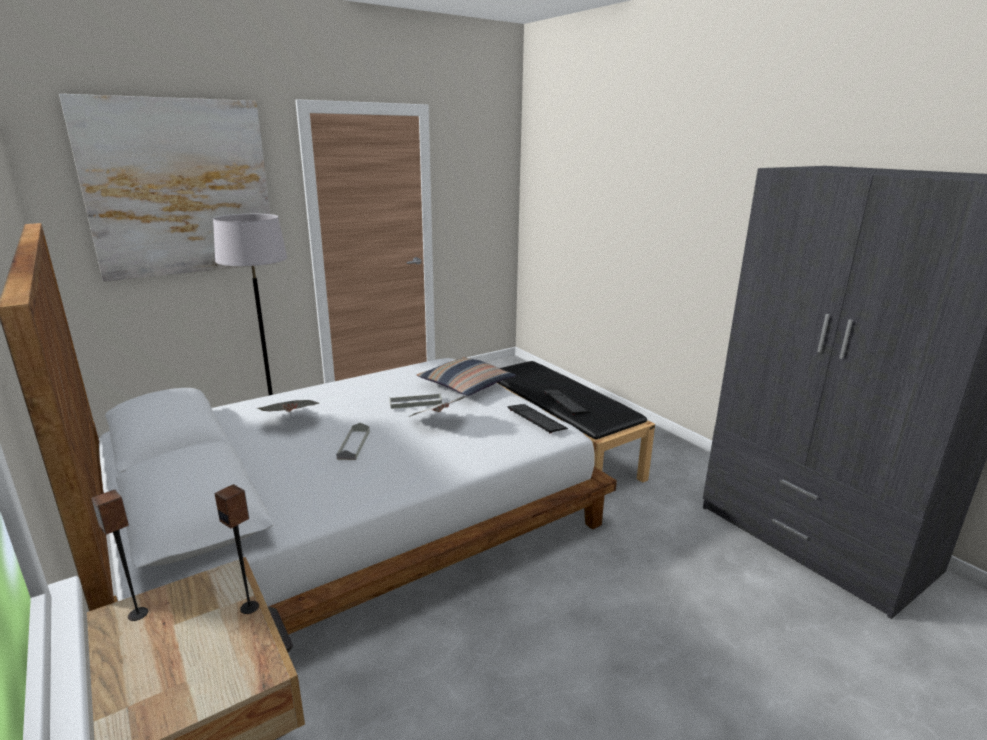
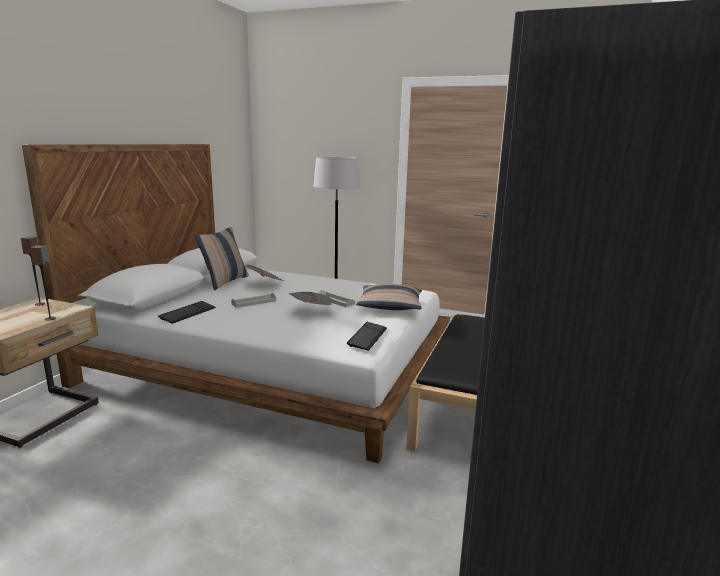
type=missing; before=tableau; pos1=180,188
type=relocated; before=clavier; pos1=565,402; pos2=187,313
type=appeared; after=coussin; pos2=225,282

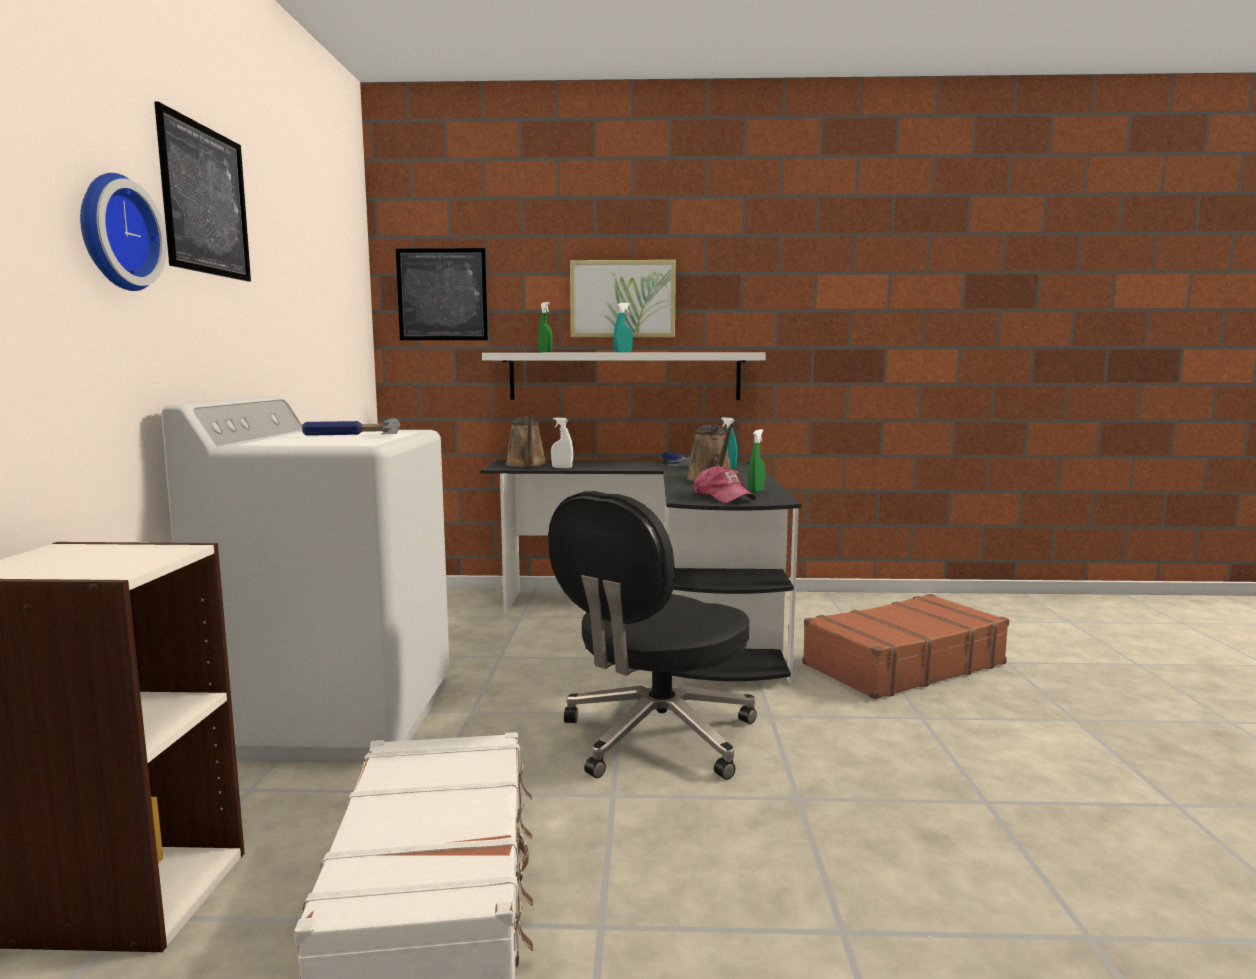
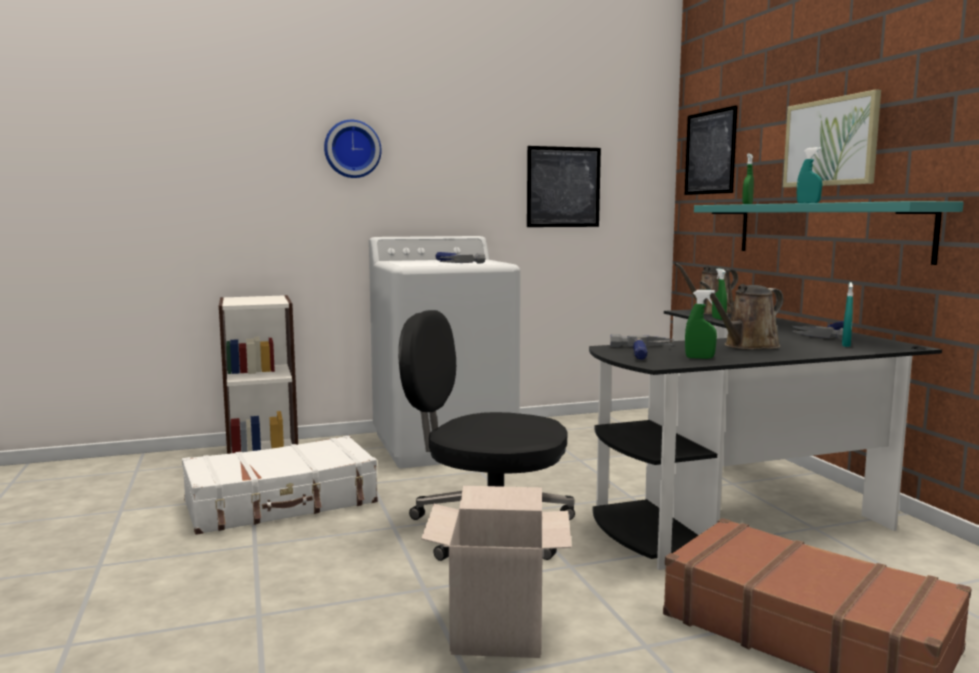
type=relocated; before=tableau; pos1=205,200; pos2=563,187
type=colour; before=étagère/blanc; after=étagère/turquoise; pos1=624,376; pos2=826,230
type=colour; before=vaporisateur/blanc; after=vaporisateur/vert; pos1=562,468; pos2=718,319
type=exchanged; before=casquette; after=marteau; pos1=723,497; pos2=642,353
type=appeared; after=carton; pos2=498,630

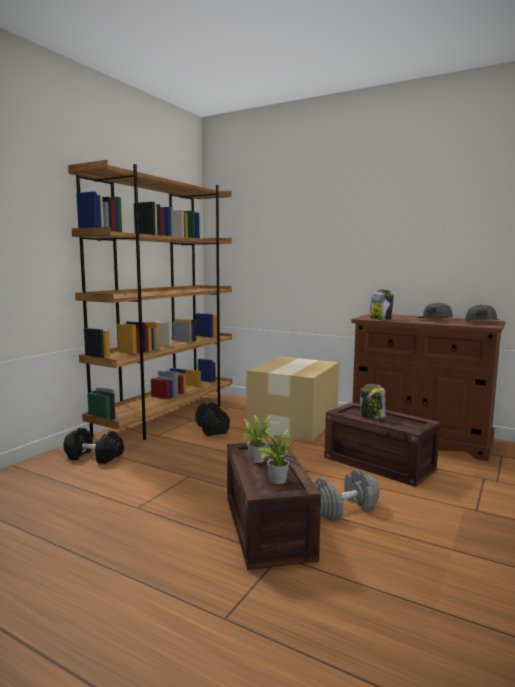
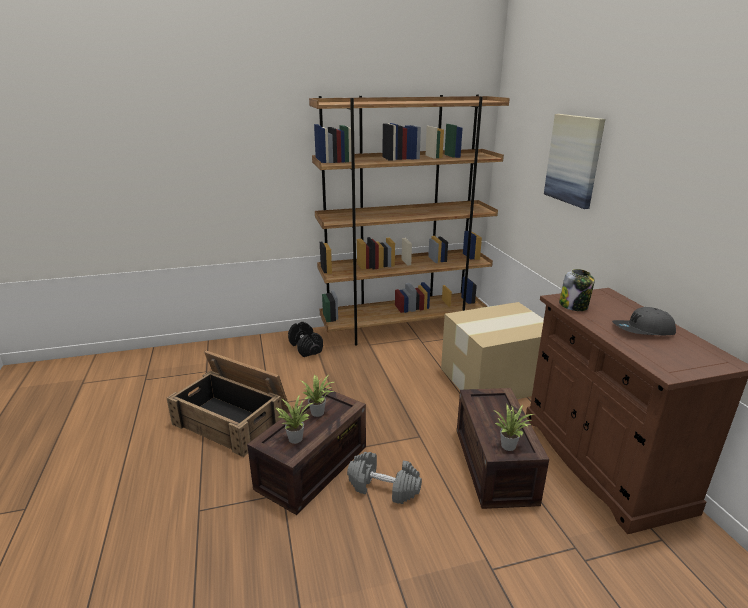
type=missing; before=haltère/noir; pos1=212,429
type=missing; before=bocal; pos1=372,416
type=missing; before=casquette/gris; pos1=482,322
type=appeared; after=caisse; pos2=234,419
type=appeared; after=plante en pot; pos2=509,445
type=appeared; after=tableau; pos2=574,160

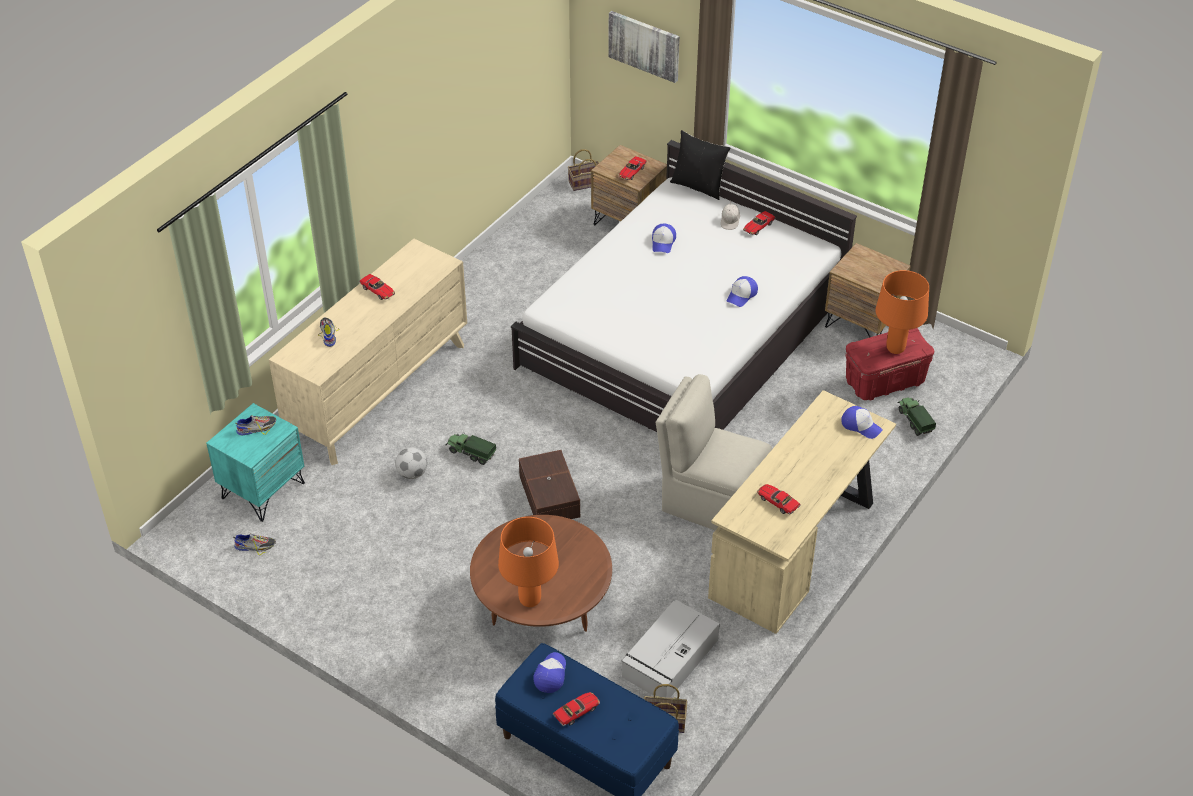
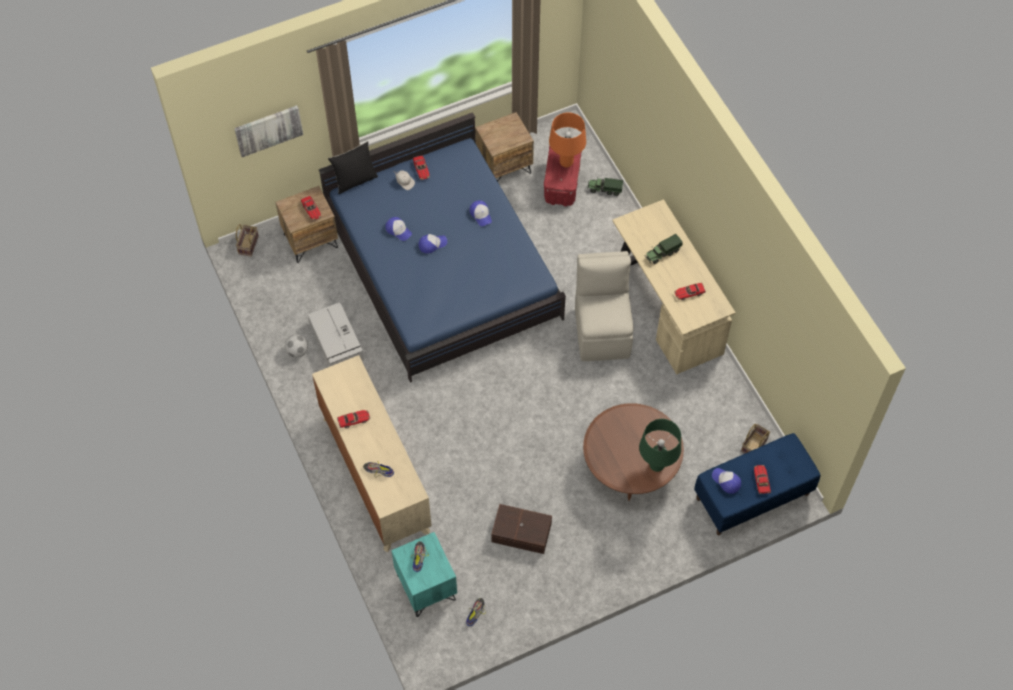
type=relocated; before=ballon de foot; pos1=412,473; pos2=297,351
type=relocated; before=camion jouet; pos1=471,453; pos2=662,253
type=colour; before=lampe de table/orange; after=lampe de table/vert; pos1=530,600; pos2=657,465
type=colour; before=lit/blanc; after=lit/bleu; pos1=683,332; pos2=443,266
type=relocated; before=boîte de rangement/marron; pos1=548,497; pos2=521,533
type=relocated; before=boîte de rangement/gris; pos1=669,659; pos2=337,342
type=spun; before=chaise/beige; pos1=712,501; pos2=602,331; turn=120
type=relocated; before=casquette; pos1=861,425; pos2=432,244

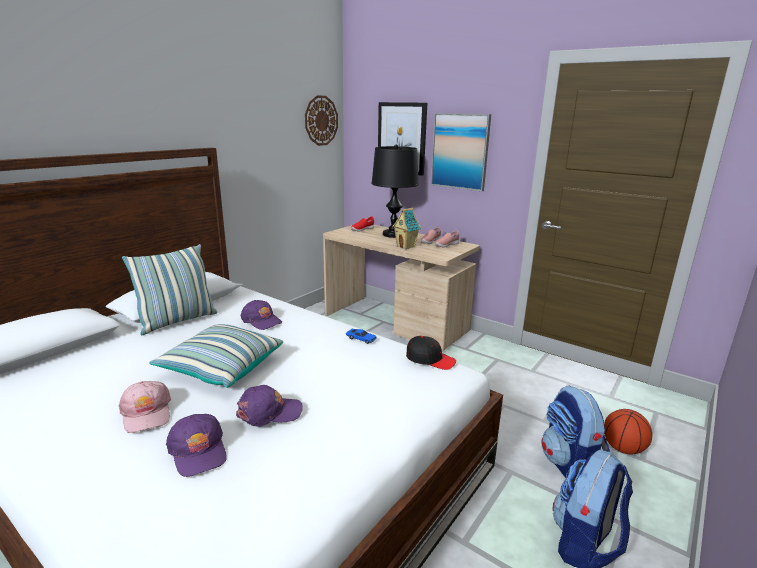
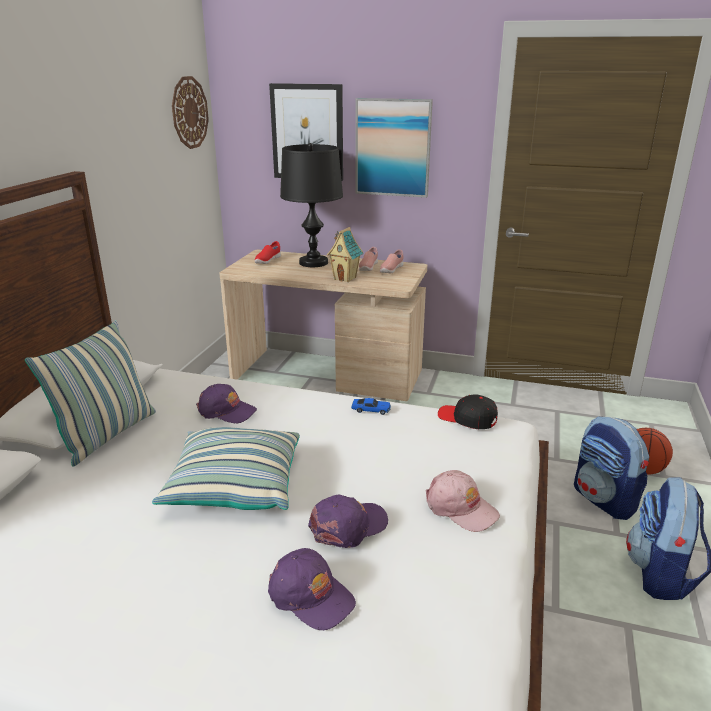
type=relocated; before=casquette/rose; pos1=147,413; pos2=460,508
type=spun; before=casquette/noir; pos1=430,359; pos2=467,419; turn=-150

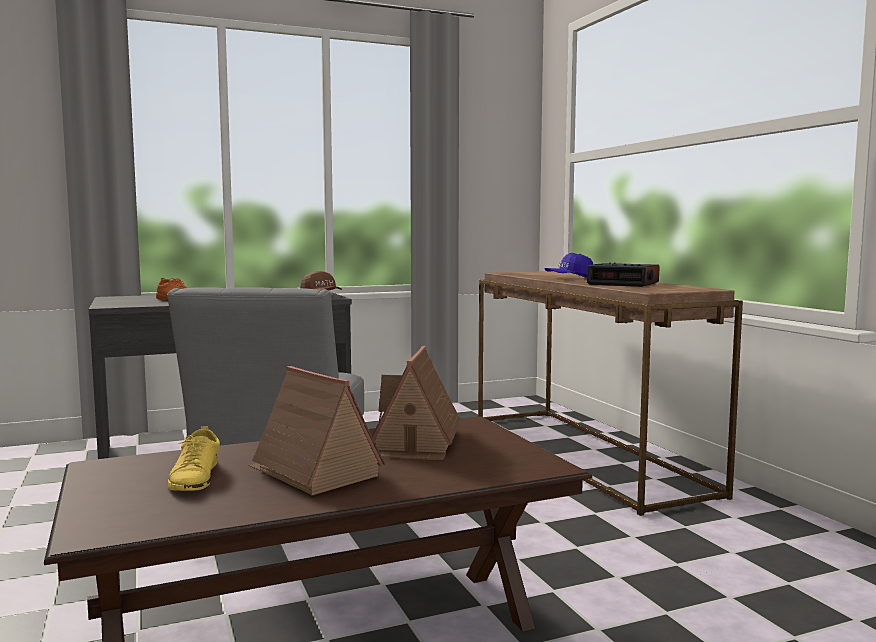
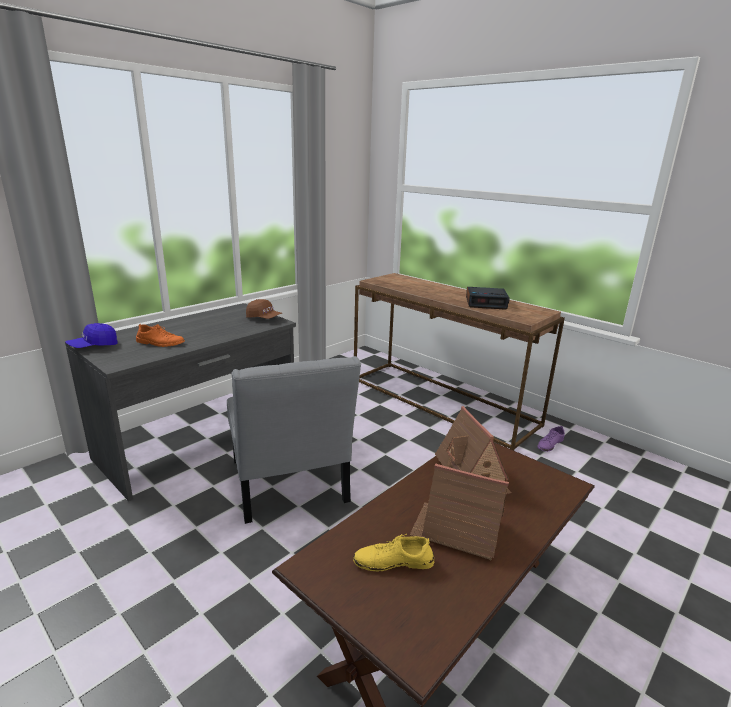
type=spun; before=chaussure/jaune; pos1=195,477; pos2=393,561; turn=120
type=relocated; before=casquette/bleu; pos1=569,278; pos2=93,346
type=appeared; after=chaussure/violet; pos2=550,444

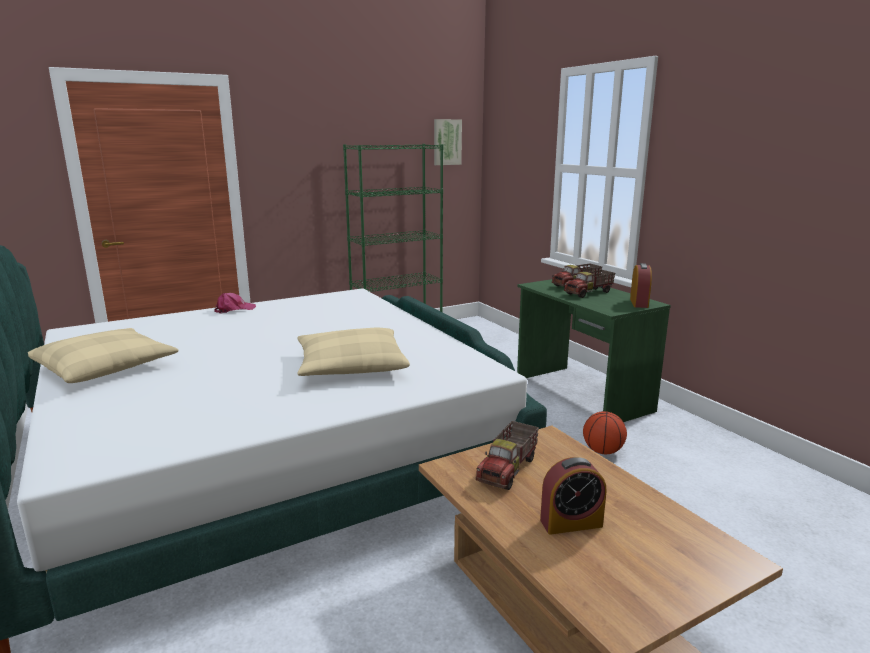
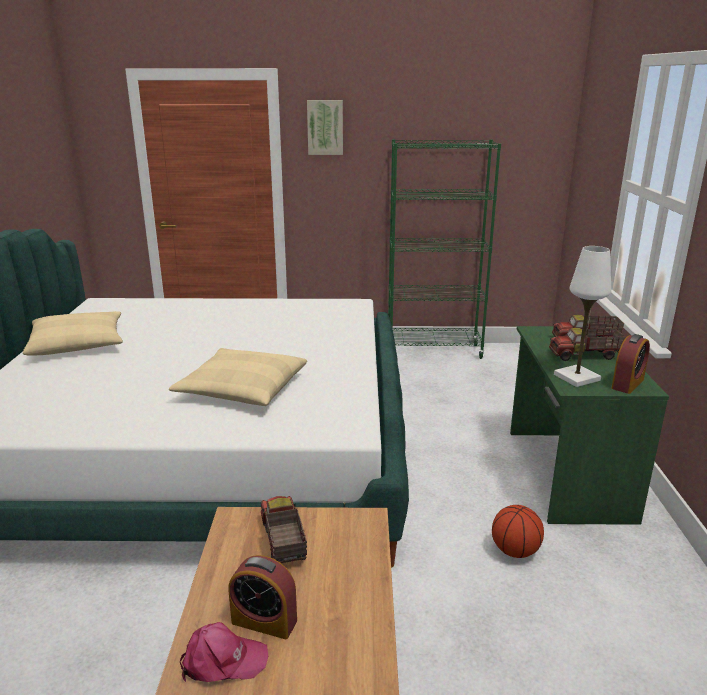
type=relocated; before=casquette/rose; pos1=234,309; pos2=223,661
type=relocated; before=tableau; pos1=446,142; pos2=325,127
type=spun; before=camion jouet; pos1=508,469; pos2=282,542; turn=105
type=appeared; after=lampe de table/blanc; pos2=576,377

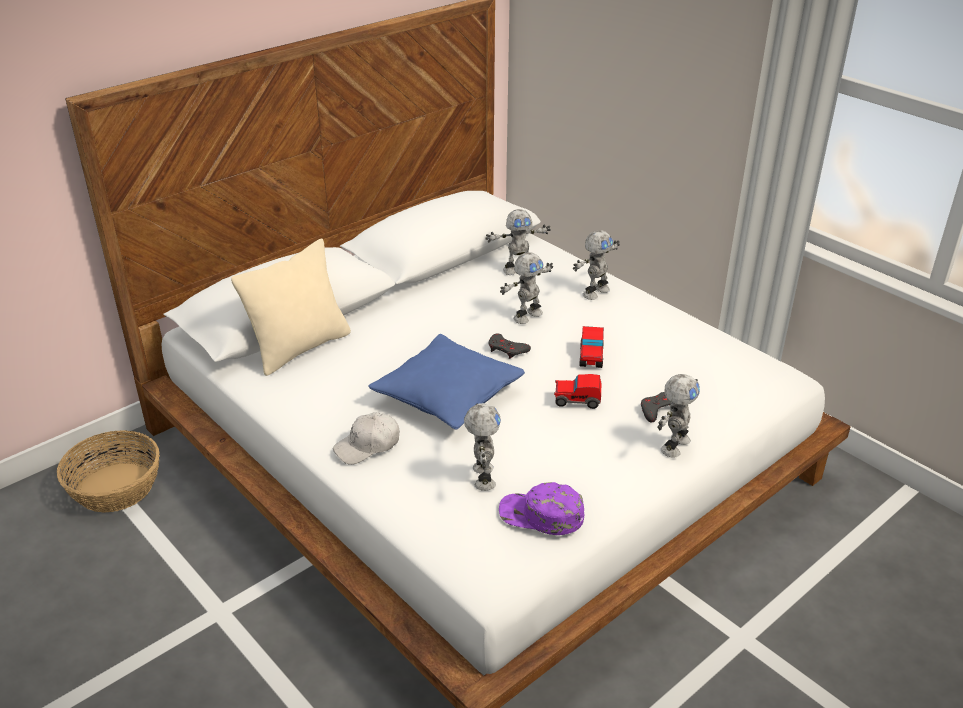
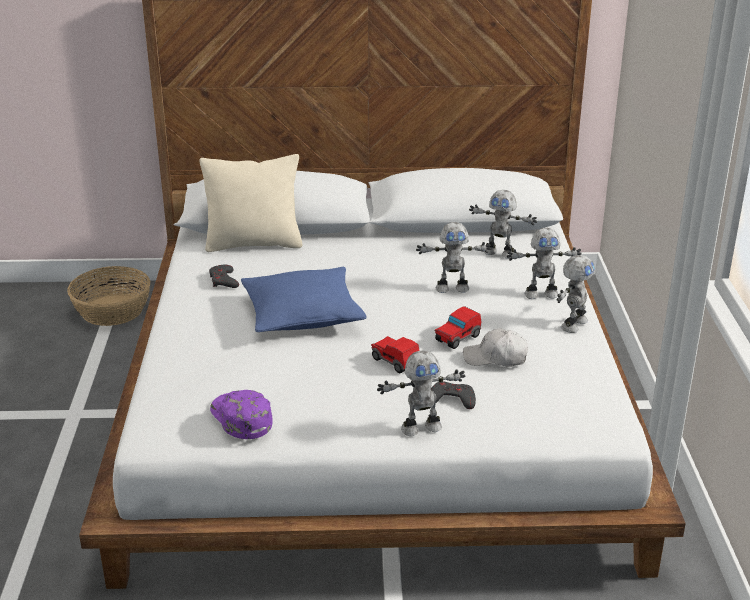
type=relocated; before=casquette/blanc; pos1=367,446; pos2=495,358
type=relocated; before=robot jouet; pos1=482,477; pos2=572,324
type=relocated; before=manette/gris; pos1=507,349; pos2=223,280

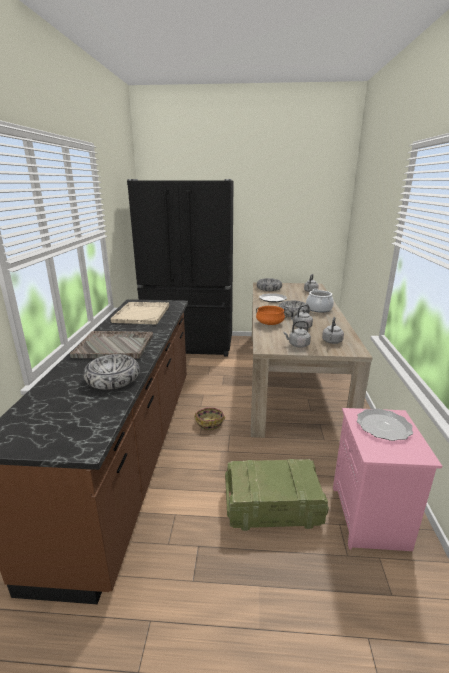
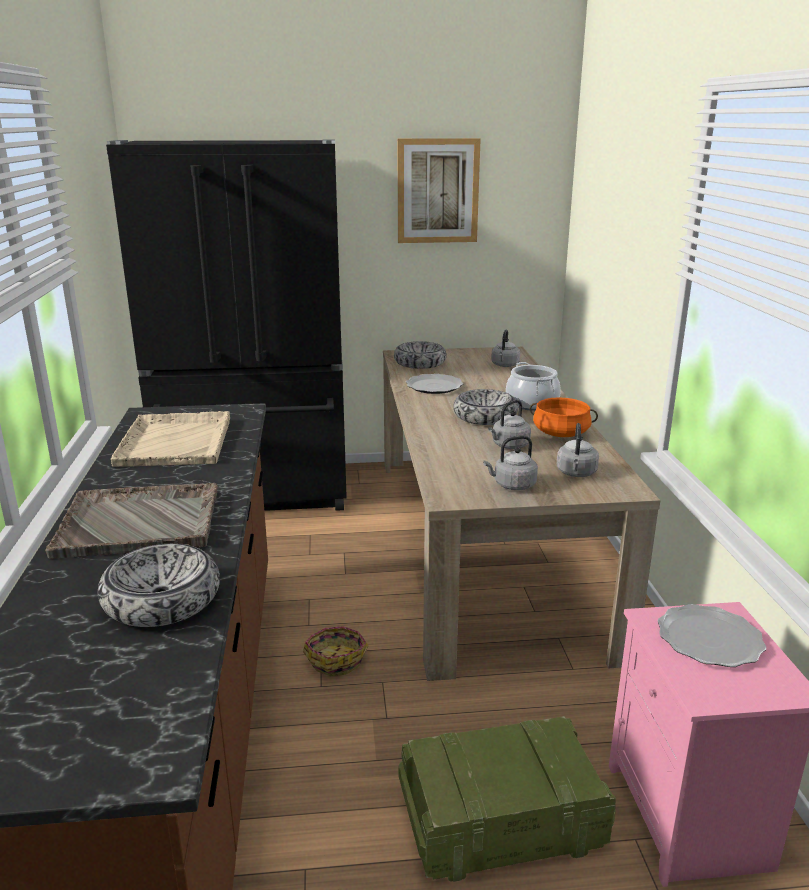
type=relocated; before=marmite/orange; pos1=270,323; pos2=561,433
type=appeared; after=tableau; pos2=438,191

